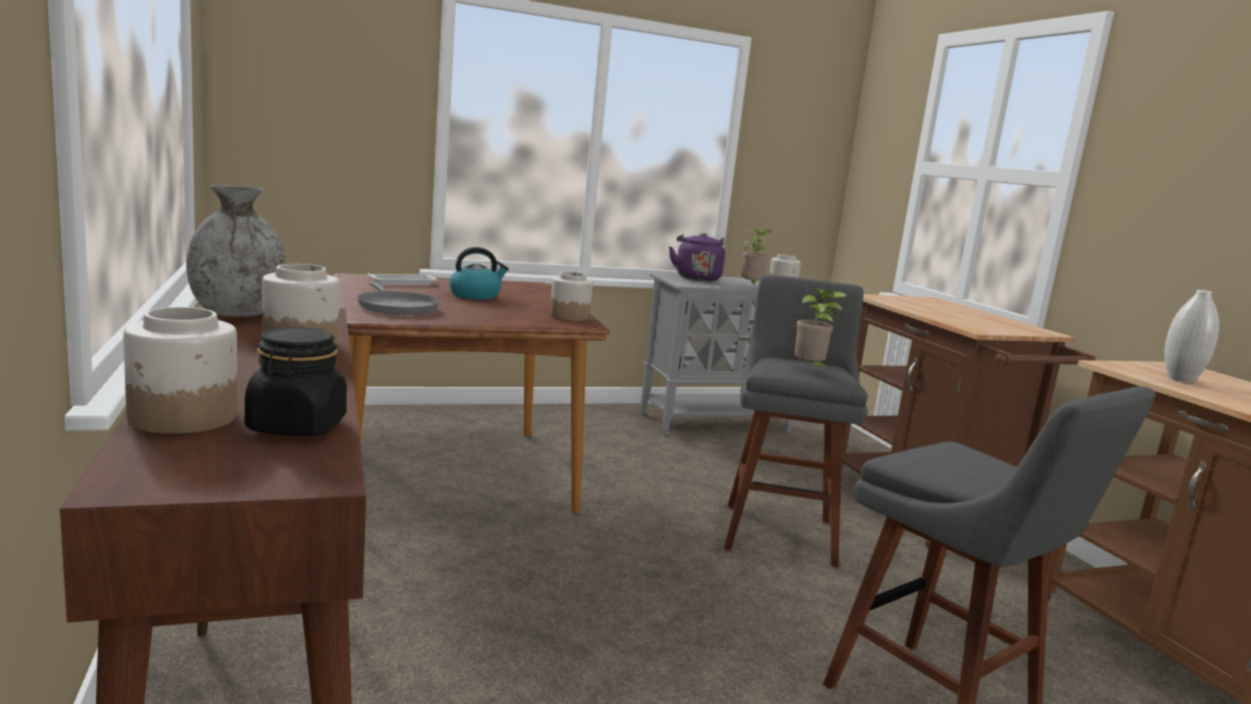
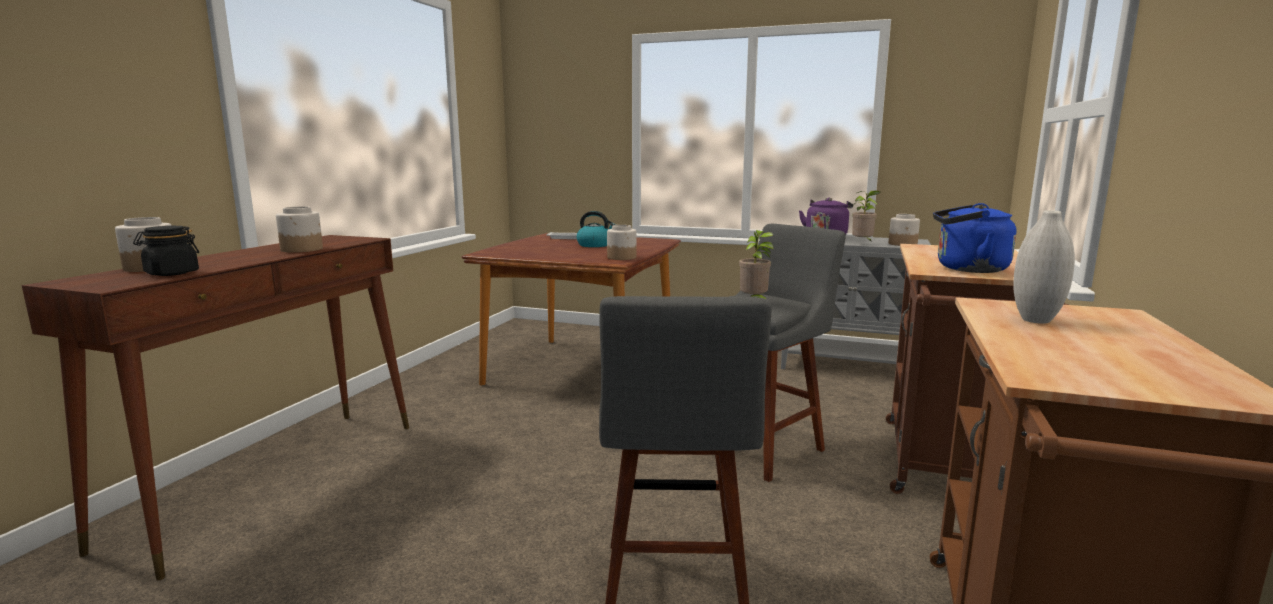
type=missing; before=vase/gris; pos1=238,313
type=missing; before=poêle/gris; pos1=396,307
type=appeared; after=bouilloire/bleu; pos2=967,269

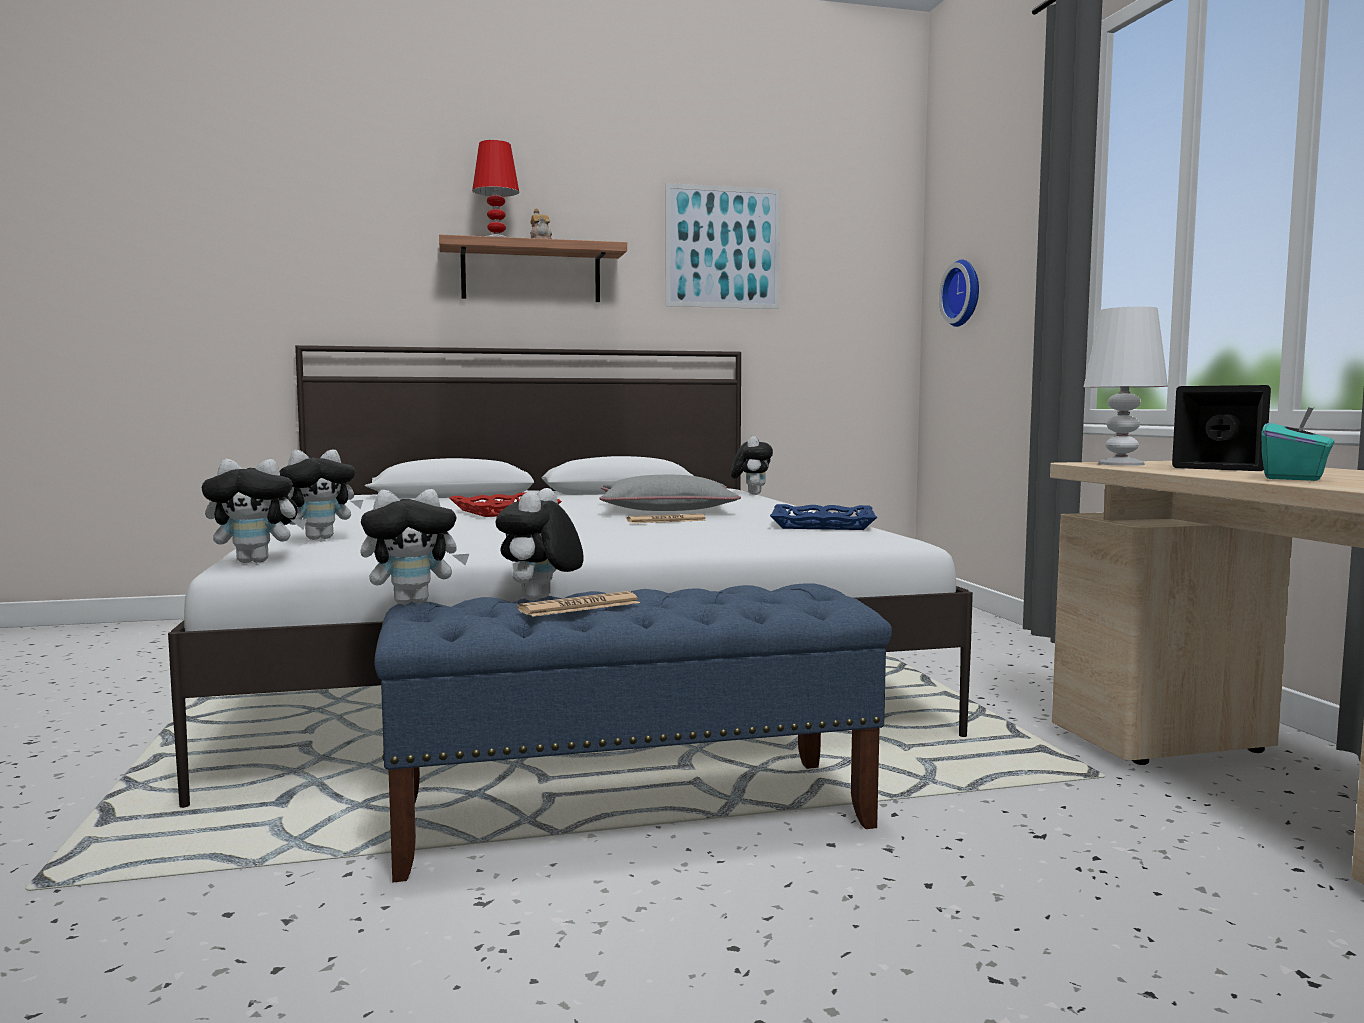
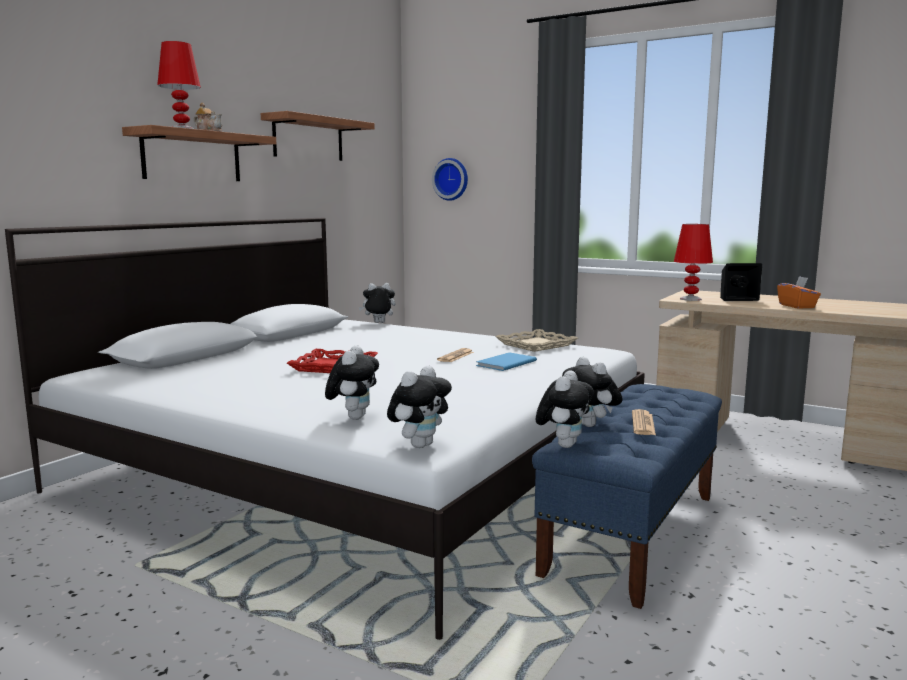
type=missing; before=coussin/gris; pos1=666,509
type=exchanged; before=tableau; after=étagère; pos1=723,247; pos2=308,139
type=spun; before=peluche; pos1=751,494; pos2=378,323; turn=-60
type=colour; before=plateau/bleu; after=plateau/beige; pos1=822,525; pos2=536,345
type=colour; before=lampe de table/blanc; after=lampe de table/rouge; pos1=1121,464; pos2=691,299
type=colour; before=boîte à mouchoirs/turquoise; after=boîte à mouchoirs/orange; pos1=1295,478; pos2=797,306
type=appeared; after=livre/bleu; pos2=504,363

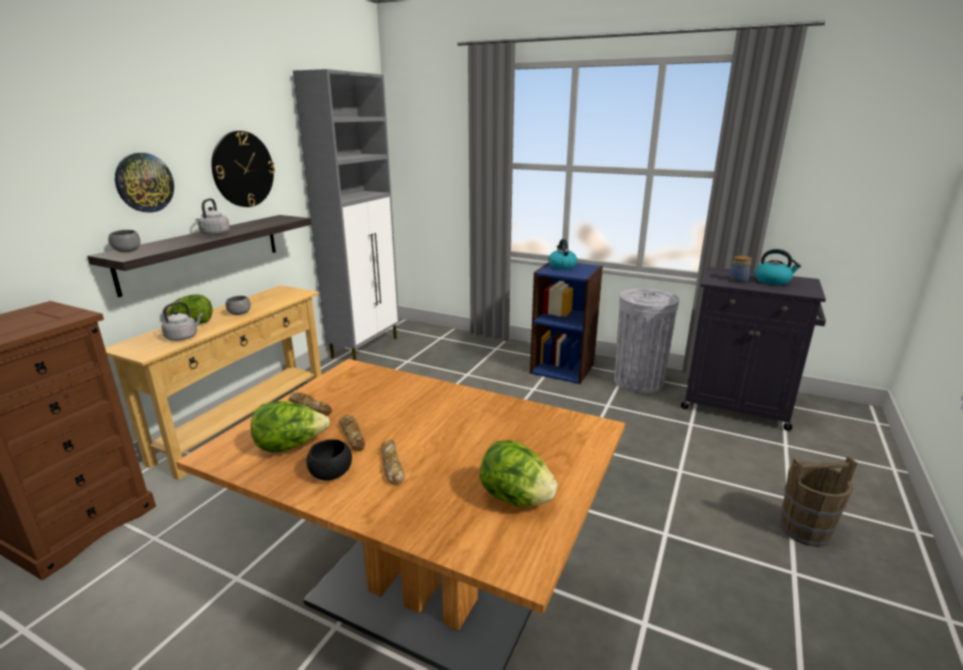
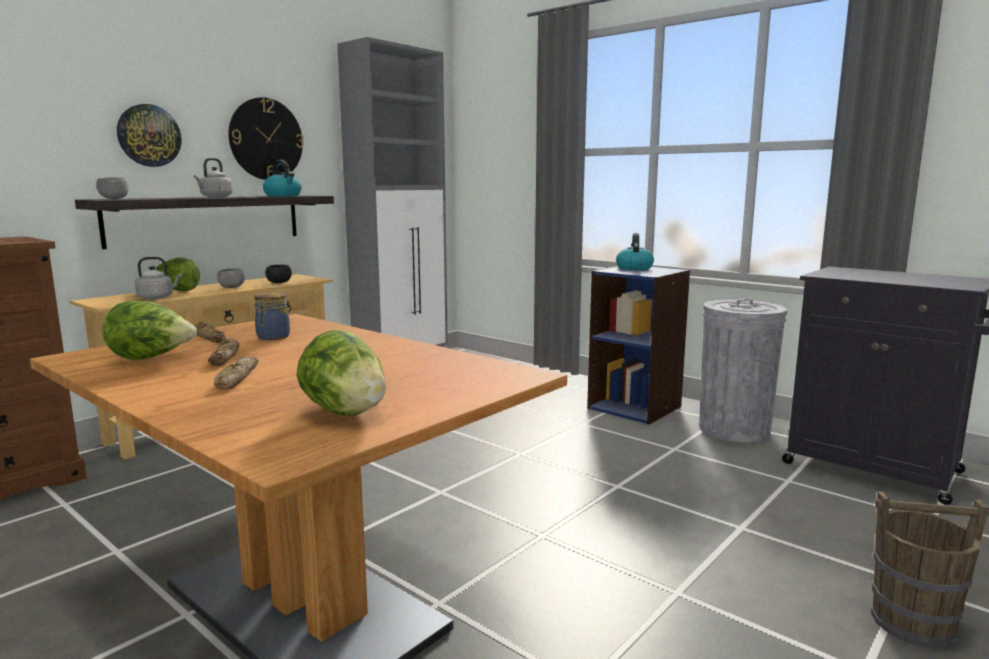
type=relocated; before=bol/noir; pos1=331,474; pos2=279,283
type=relocated; before=bocal; pos1=739,280; pos2=272,337
type=relocated; before=bouilloire; pos1=773,281; pos2=283,196

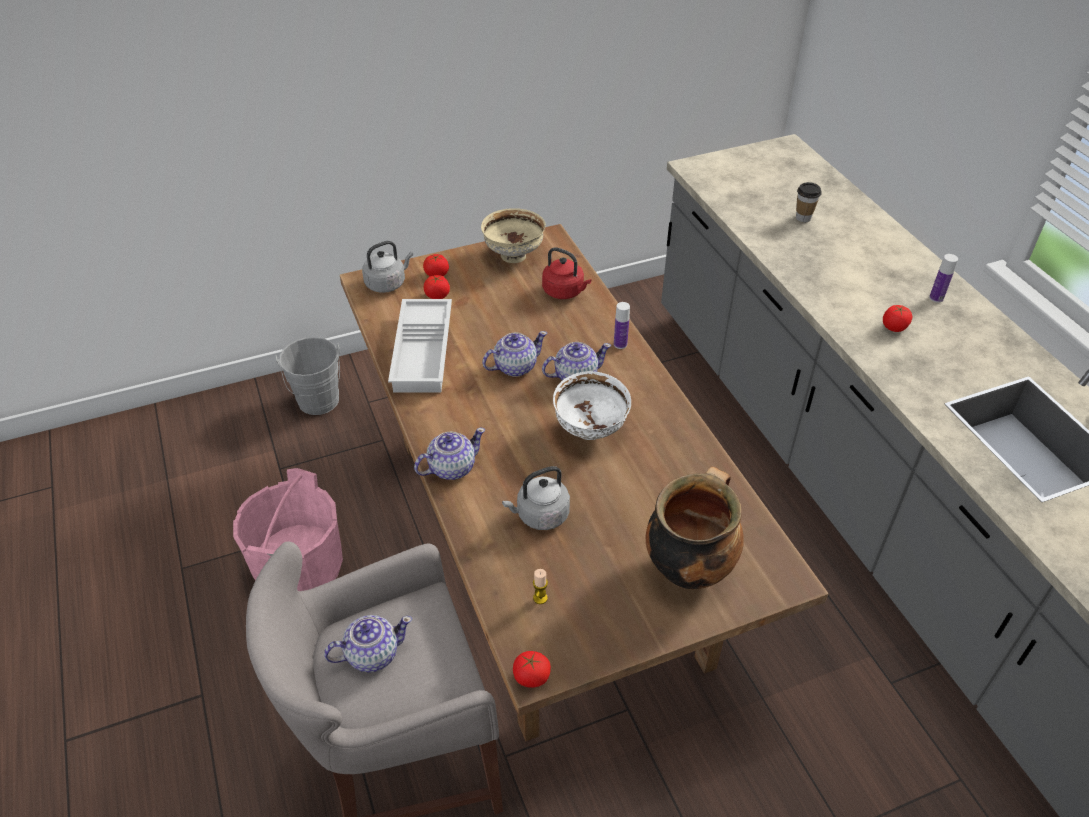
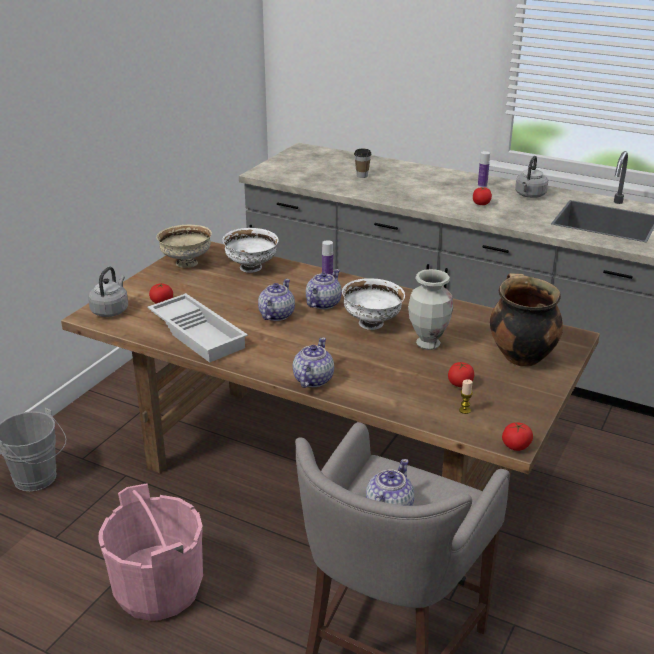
type=relocated; before=tomate; pos1=436,274; pos2=460,384
type=relocated; before=bouilloire/gris; pos1=540,515; pos2=529,195
type=exchanged; before=bouilloire/rouge; after=bol/blanc; pos1=565,292; pos2=252,268
type=appeared; after=vase; pos2=427,344

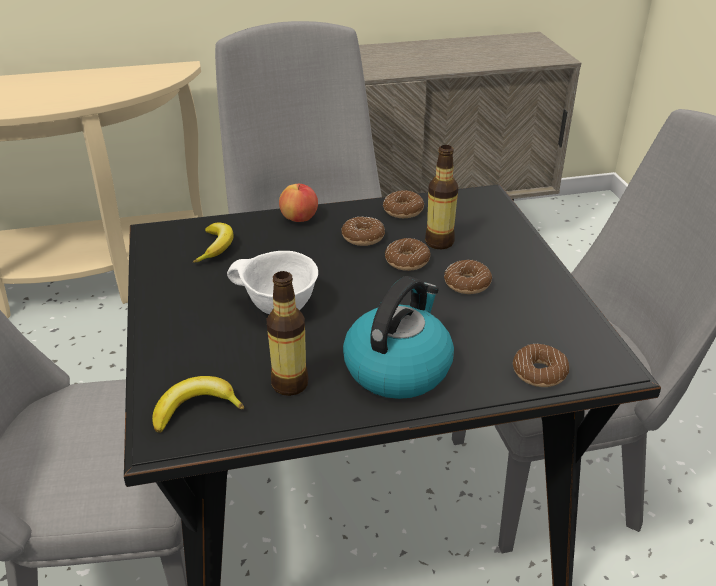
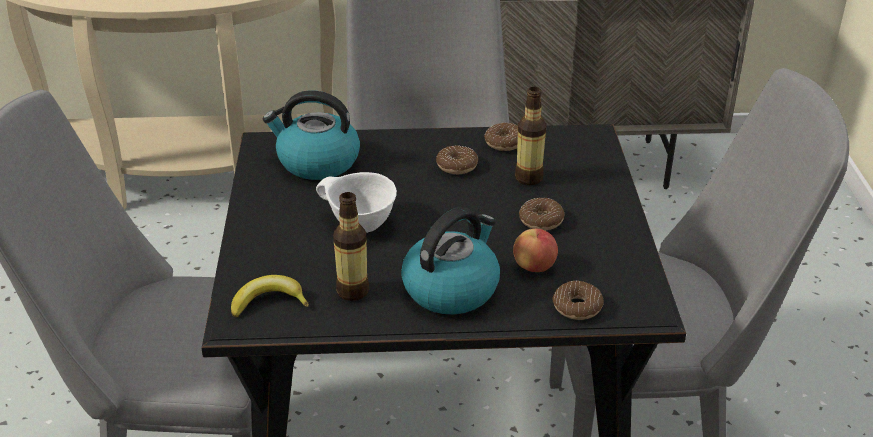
type=exchanged; before=banane; after=bouilloire; pos1=216,247; pos2=317,162
type=relocated; before=pomme; pos1=299,219; pos2=534,267
type=missing; before=beignet; pos1=407,261

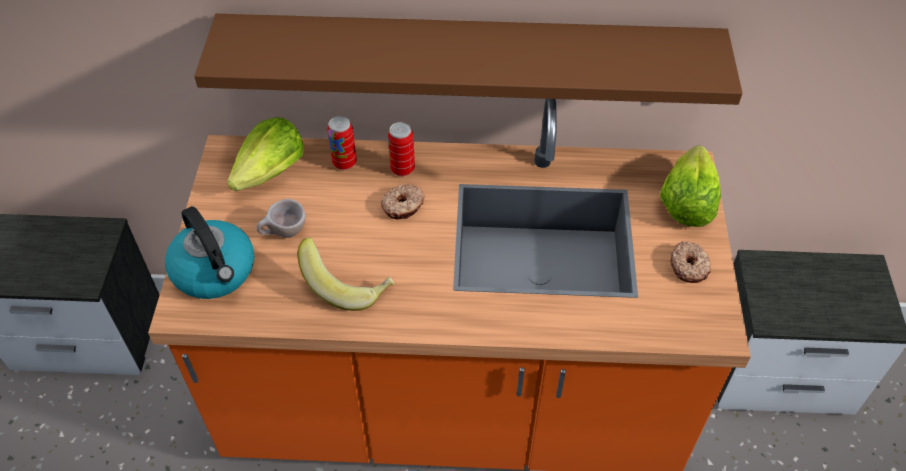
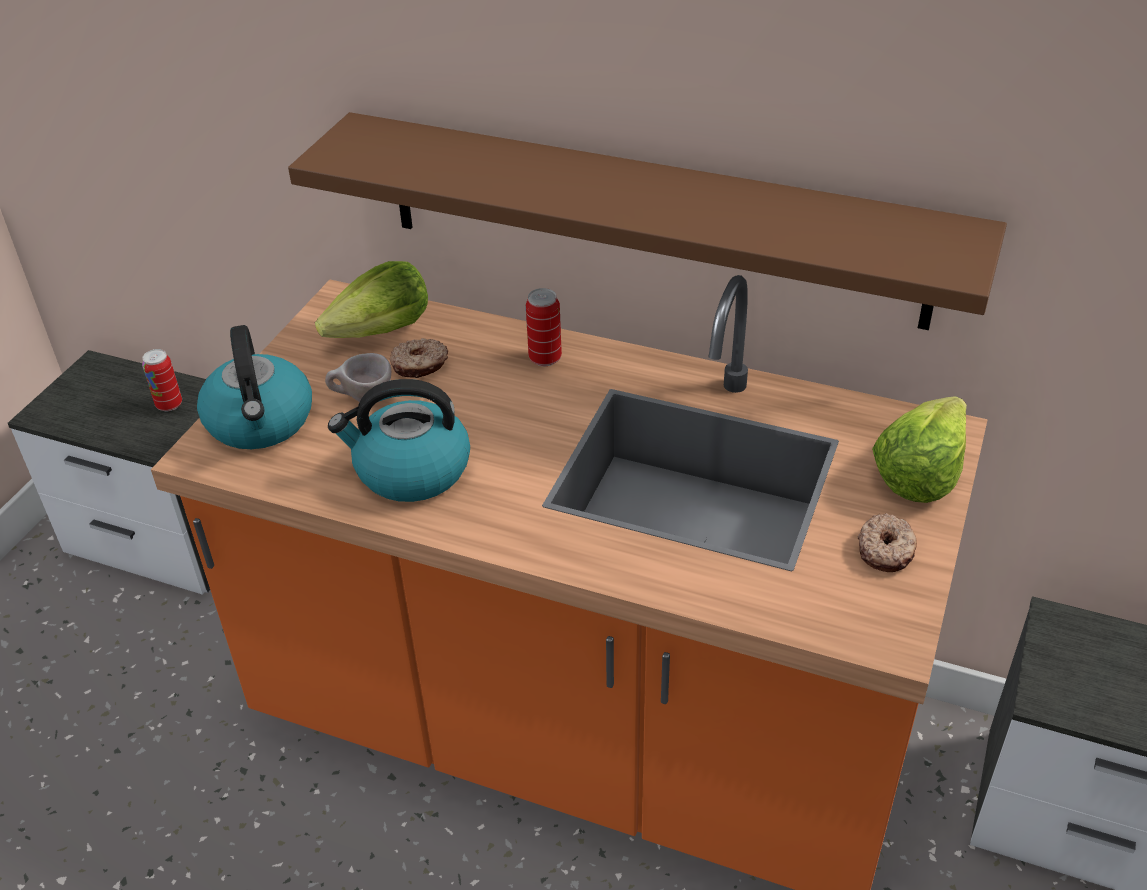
type=exchanged; before=banane; after=bouilloire; pos1=347,285; pos2=410,471
type=relocated; before=boîte métallique; pos1=344,163; pos2=169,405
type=relocated; before=beignet; pos1=403,206; pos2=420,365

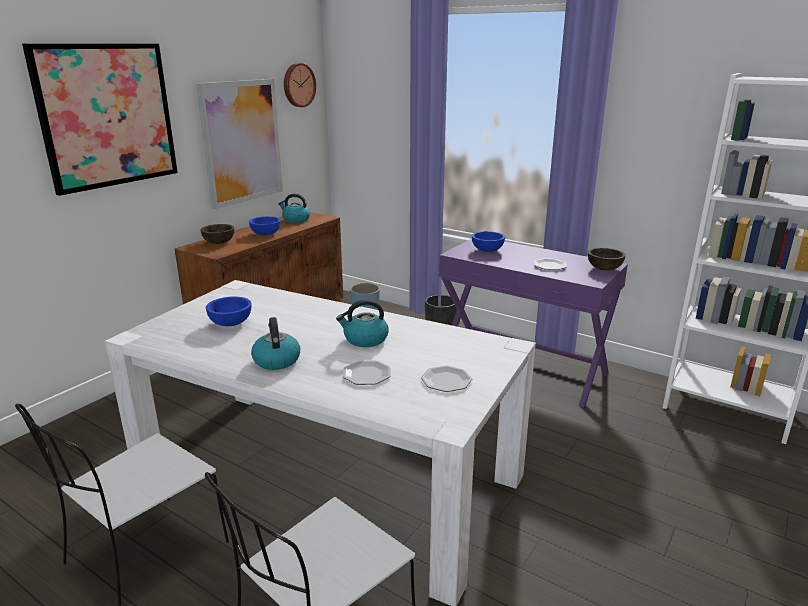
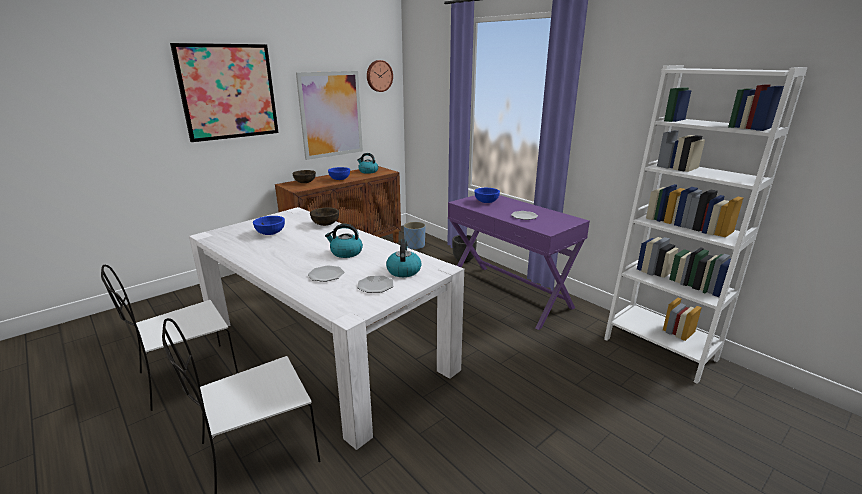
type=relocated; before=bouilloire; pos1=276,360; pos2=403,271
type=relocated; before=bol/marron; pos1=604,268; pos2=325,224

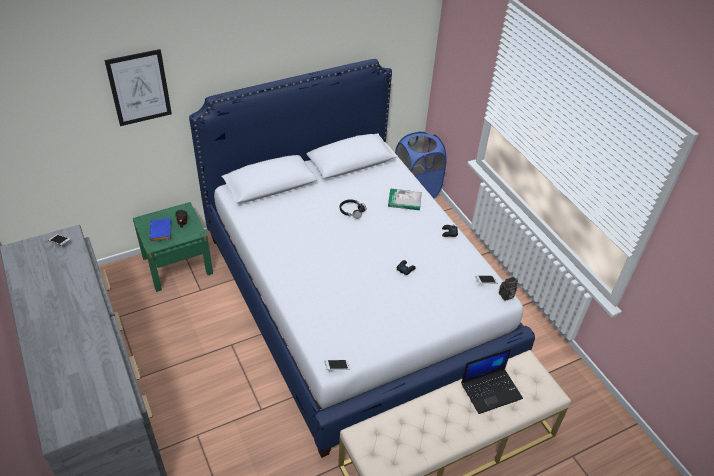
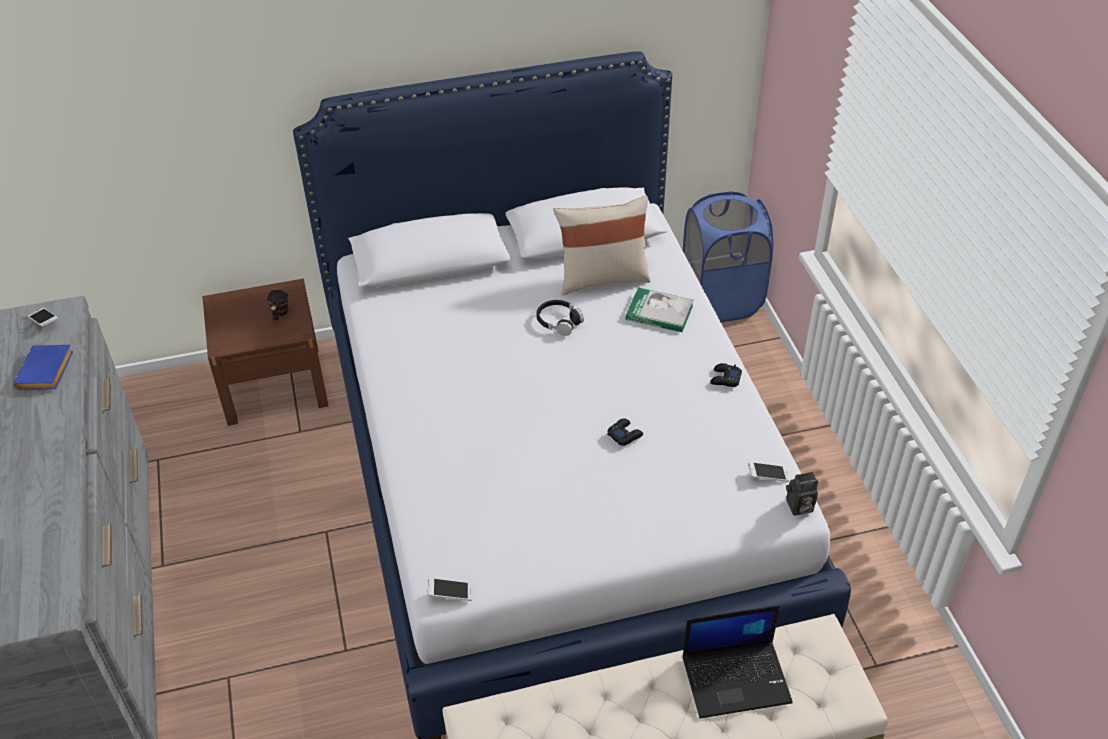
type=missing; before=tableau; pos1=139,88
type=colour; before=table de chevet/vert; after=table de chevet/marron; pos1=177,265; pos2=274,384
type=relocated; before=livre/bleu; pos1=162,232; pos2=47,373
type=appeared; after=coussin/beige; pos2=602,278

